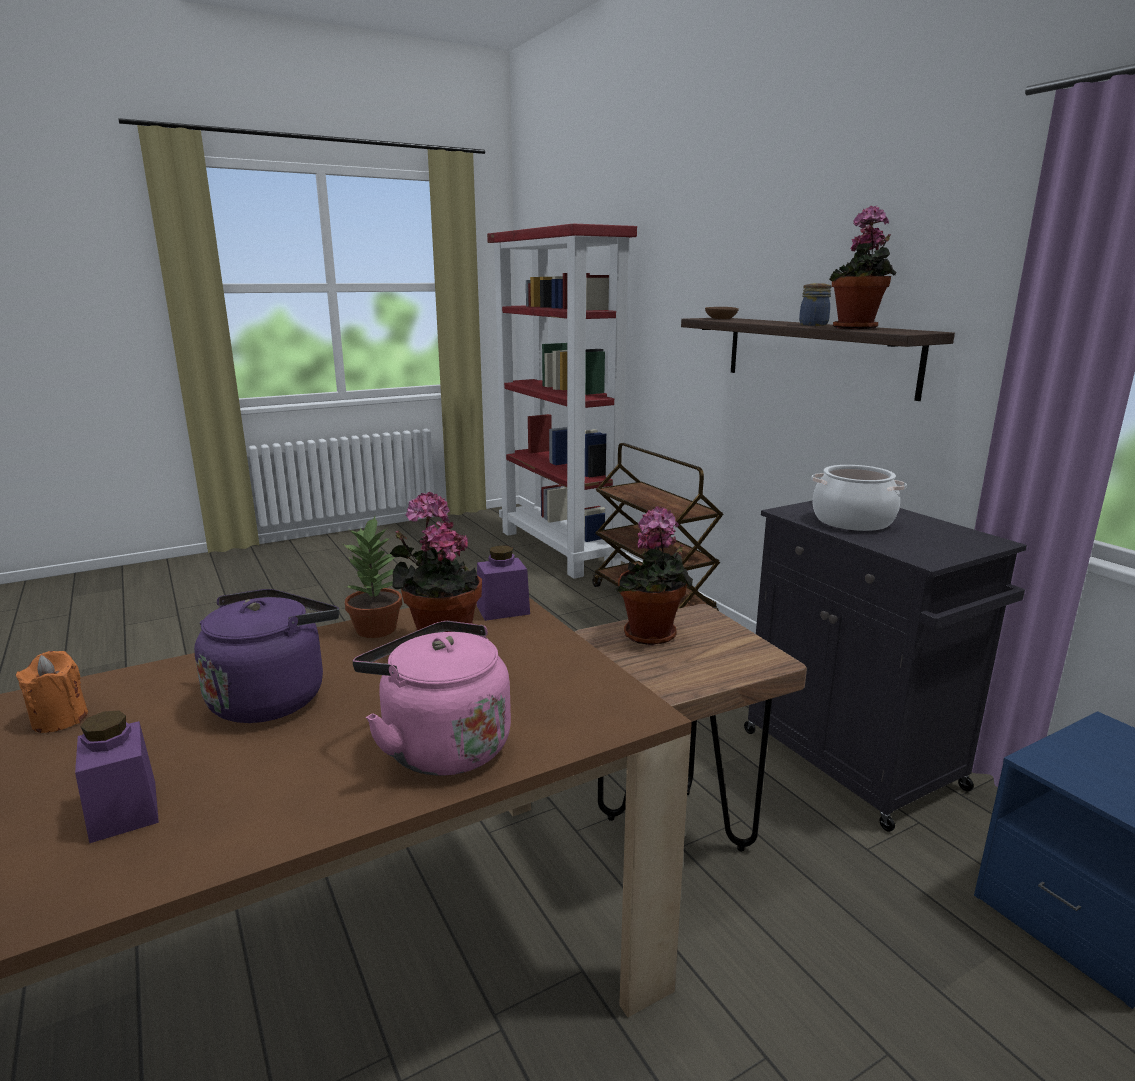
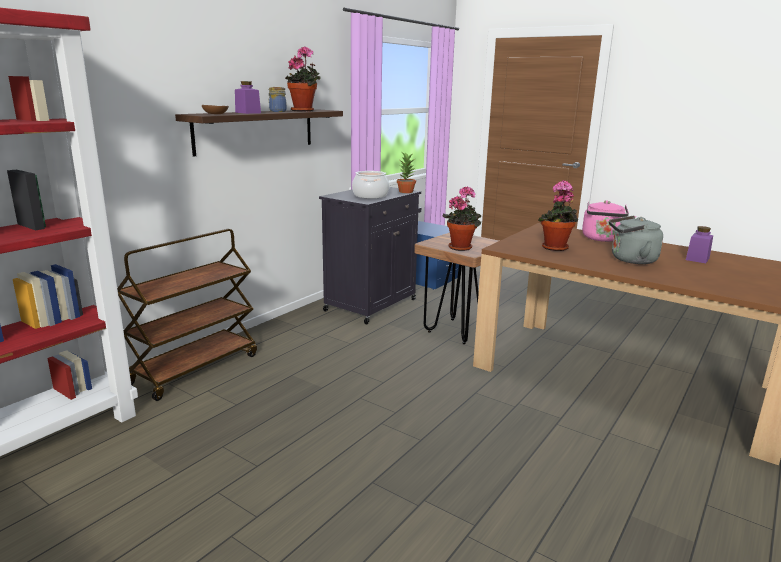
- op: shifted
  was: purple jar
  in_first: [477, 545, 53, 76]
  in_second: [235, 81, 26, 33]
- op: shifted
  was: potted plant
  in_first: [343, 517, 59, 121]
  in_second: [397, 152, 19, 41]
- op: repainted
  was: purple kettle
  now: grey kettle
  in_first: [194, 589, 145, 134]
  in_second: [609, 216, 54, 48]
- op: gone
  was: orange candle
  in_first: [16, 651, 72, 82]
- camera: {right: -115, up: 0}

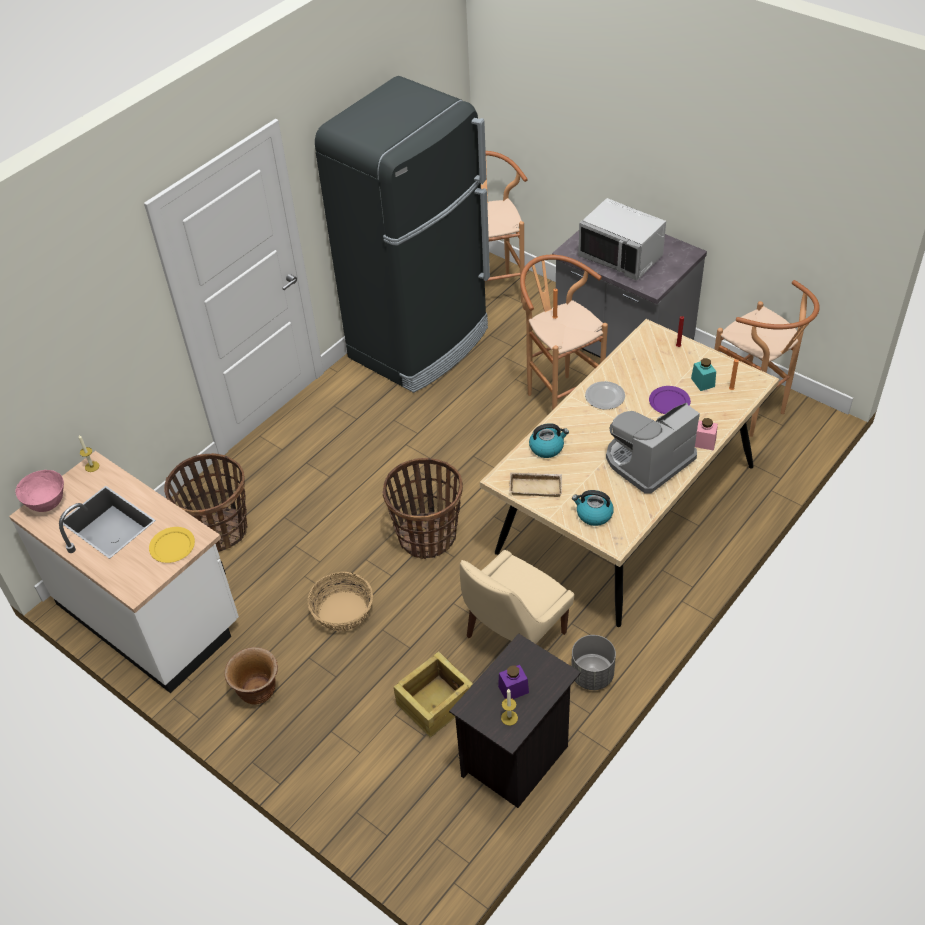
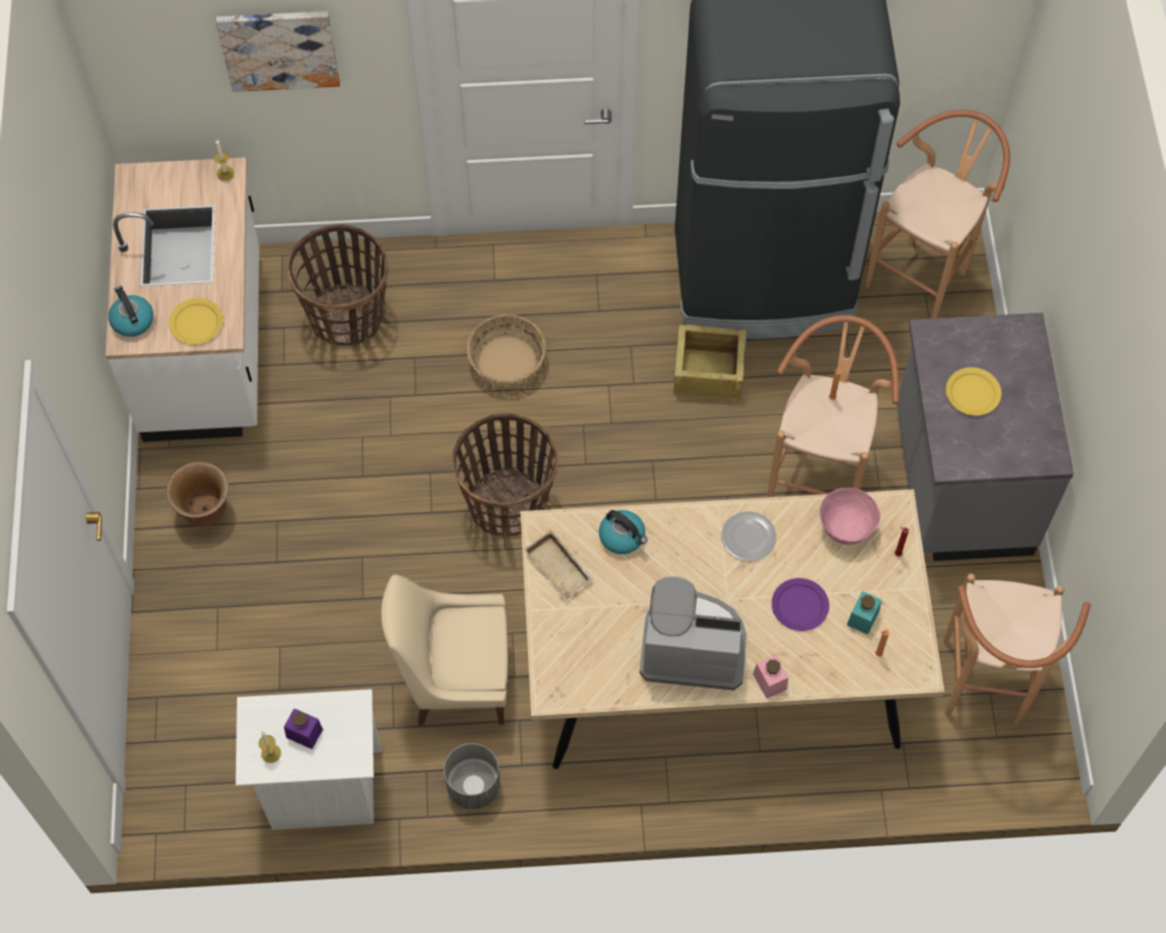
- op: shifted
  was: kettle
  in_first: [572, 490, 42, 36]
  in_second: [108, 286, 45, 51]
- op: new
  now: picture
  in_second: [216, 11, 124, 81]
- op: repainted
  was: black nightstand
  now: white nightstand
  in_first: [449, 634, 132, 174]
  in_second: [236, 689, 145, 141]
- op: shifted
  was: basket
  in_first: [307, 572, 66, 60]
  in_second: [467, 314, 79, 73]
- op: shifted
  was: crate
  in_first: [394, 651, 79, 86]
  in_second: [673, 325, 74, 75]
- op: shifted
  was: pink bowl
  in_first: [16, 470, 48, 42]
  in_second: [820, 487, 60, 58]
- op: swapped
  was: grey microwave
  now: yellow plate
  in_first: [578, 198, 88, 83]
  in_second: [946, 367, 56, 49]
- camera: {right: 45, up: 15}

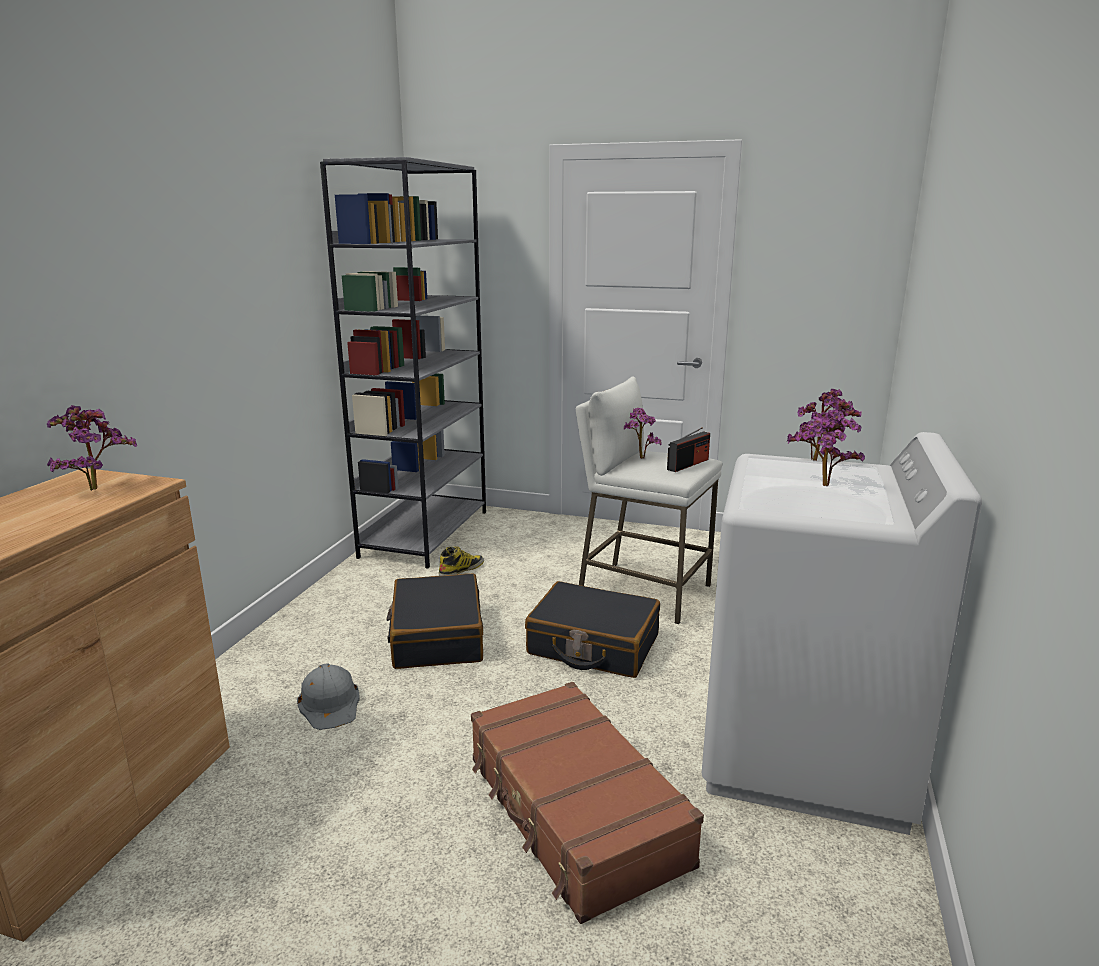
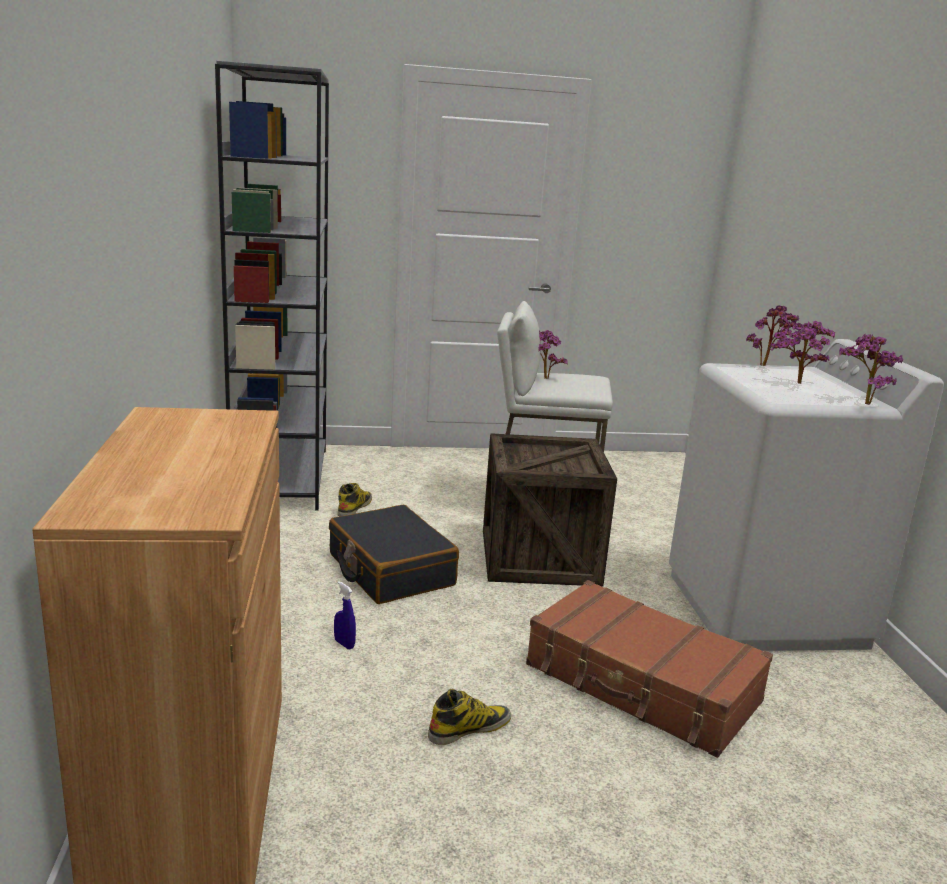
- op: swapped
  was: grey hard hat
  now: blue spray bottle
  in_first: [297, 663, 62, 67]
  in_second: [334, 581, 22, 68]
- op: new
  now: boot
  in_second: [428, 689, 83, 56]
- op: swapped
  was: black suitcase
  now: crate
  in_first: [525, 581, 135, 97]
  in_second: [483, 433, 134, 153]
- op: shifted
  was: potted plant
  in_first: [47, 405, 90, 86]
  in_second: [839, 334, 64, 71]
- op: gone
  was: radio
  in_first: [667, 427, 43, 45]
- camera: {right: -25, up: 0}

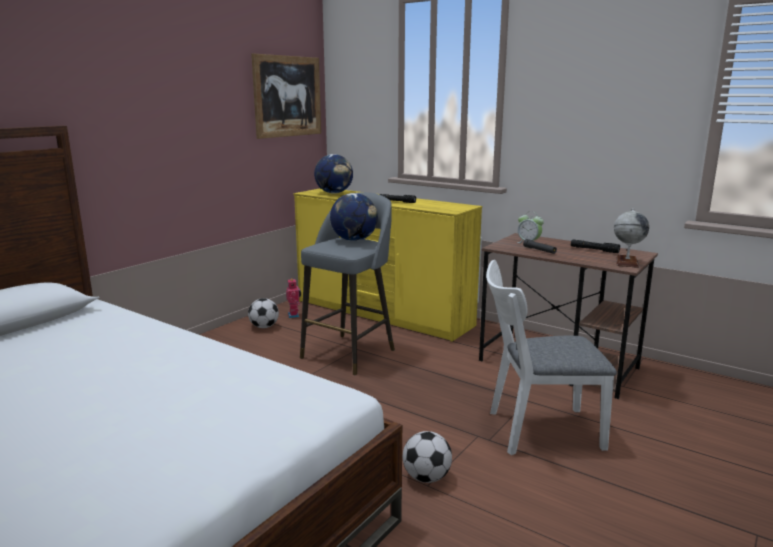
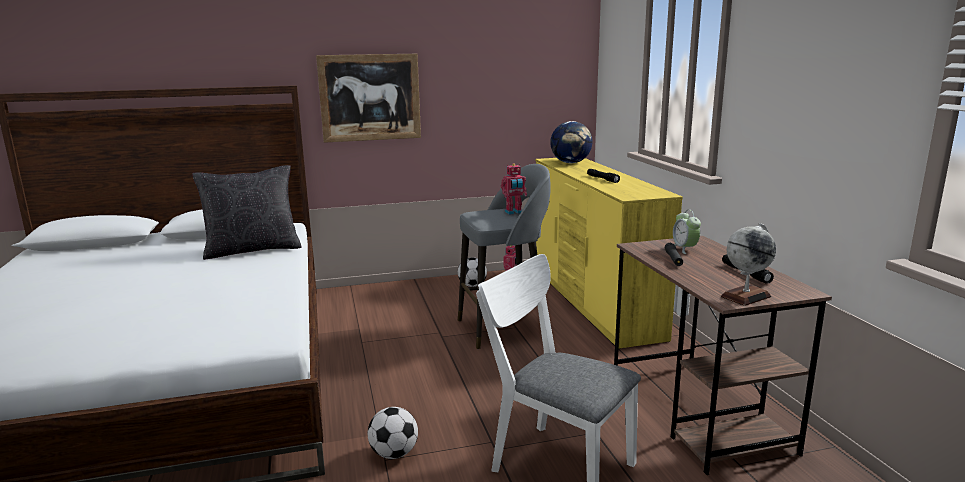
- op: new
  now: black pillow
  in_second: [192, 165, 110, 95]
- op: shifted
  was: picture
  in_first: [251, 54, 70, 85]
  in_second: [316, 54, 105, 89]
- op: swapped
  was: globe
  now: toy robot
  in_first: [330, 193, 48, 48]
  in_second: [501, 163, 26, 52]
- camera: {right: 40, up: 0}

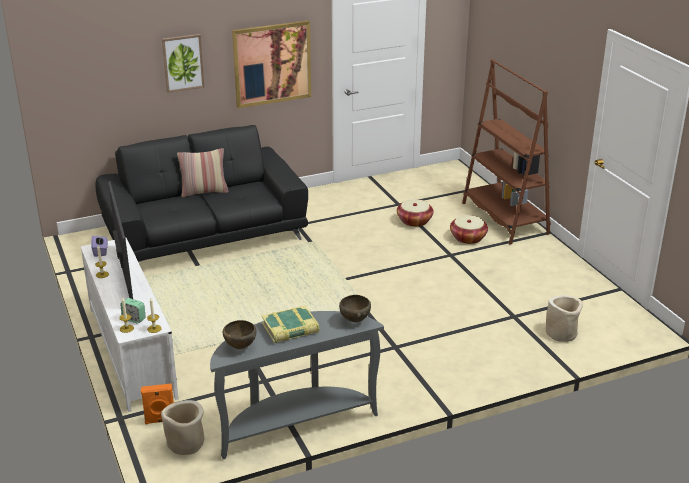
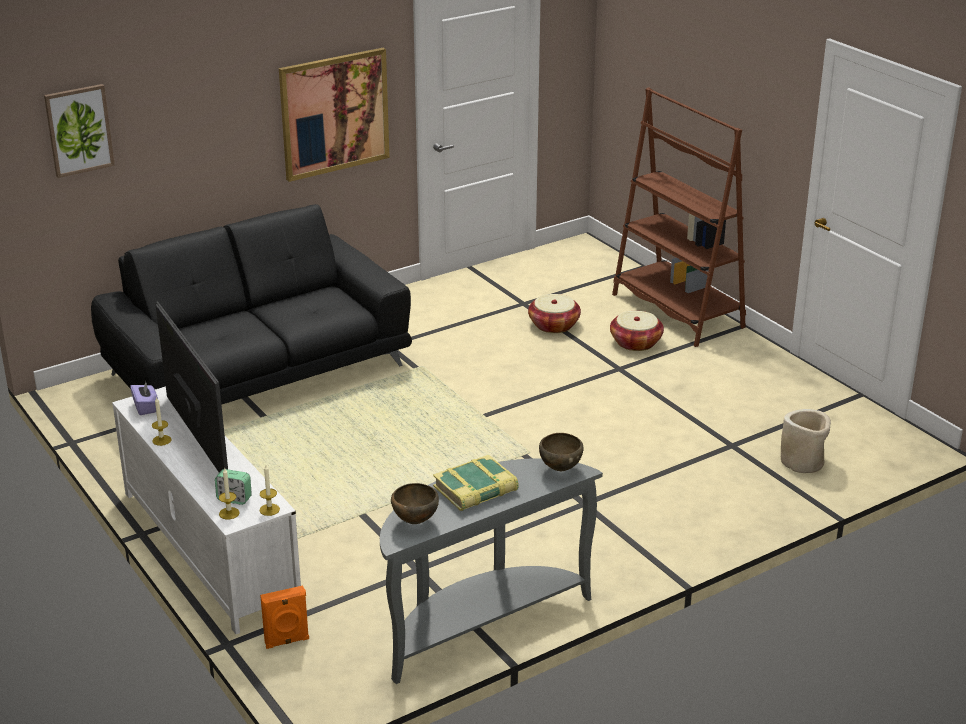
- op: shifted
  was: picture
  in_first: [162, 34, 43, 59]
  in_second: [44, 84, 71, 94]
- op: gone
  was: beige planter
  in_first: [161, 400, 43, 55]
- op: gone
  was: pillow
  in_first: [177, 148, 51, 49]
- camera: {right: -10, up: 0}

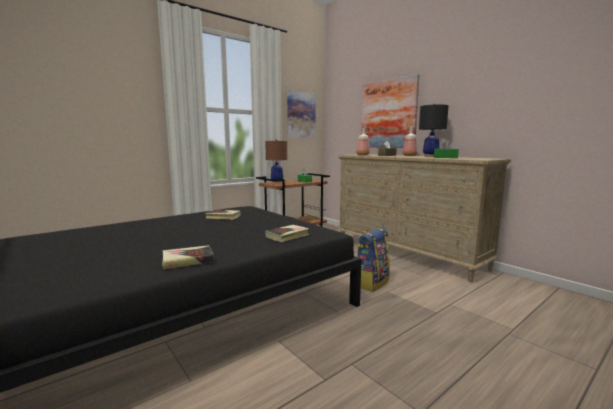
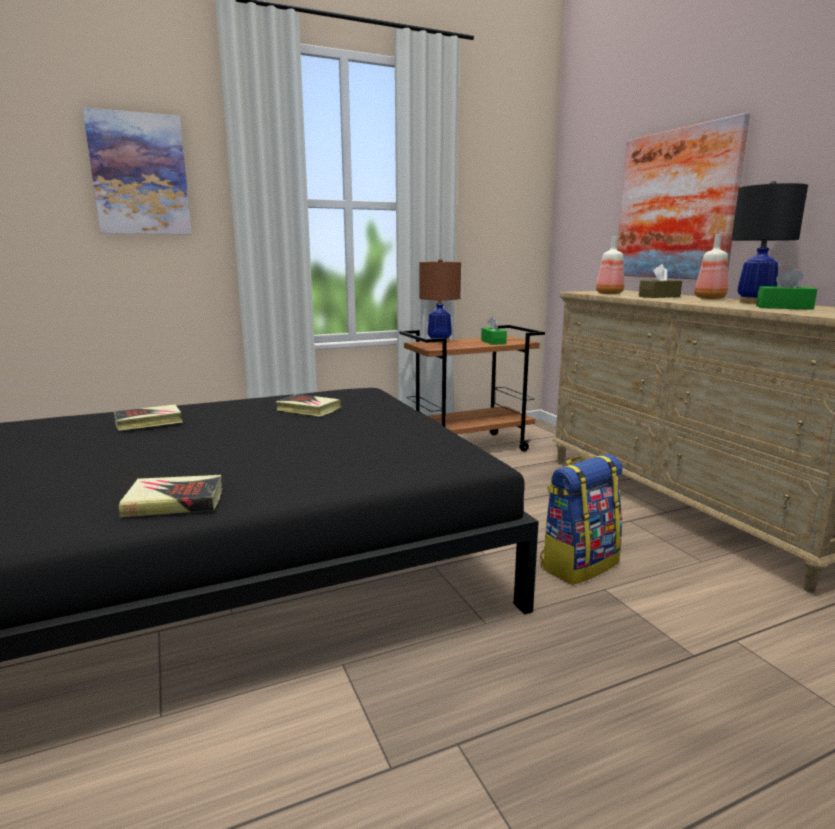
- op: shifted
  was: picture
  in_first: [287, 90, 29, 48]
  in_second: [83, 107, 109, 128]
- op: shifted
  was: book
  in_first: [265, 225, 44, 17]
  in_second: [114, 404, 68, 27]
- camera: {right: 15, up: 5}

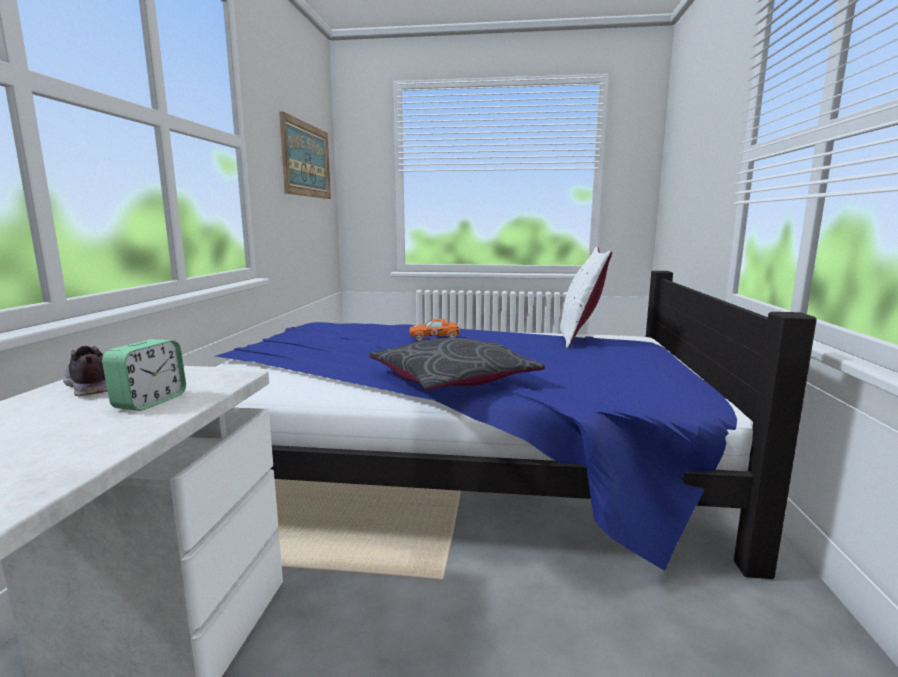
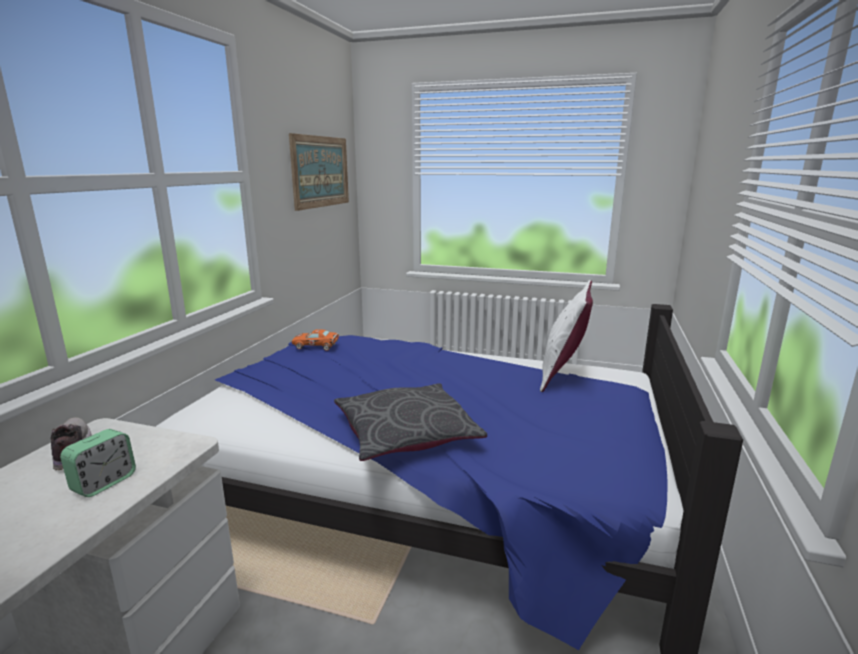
- op: shifted
  was: orange toy car
  in_first: [410, 319, 50, 22]
  in_second: [292, 330, 47, 21]
- camera: {right: 10, up: 5}

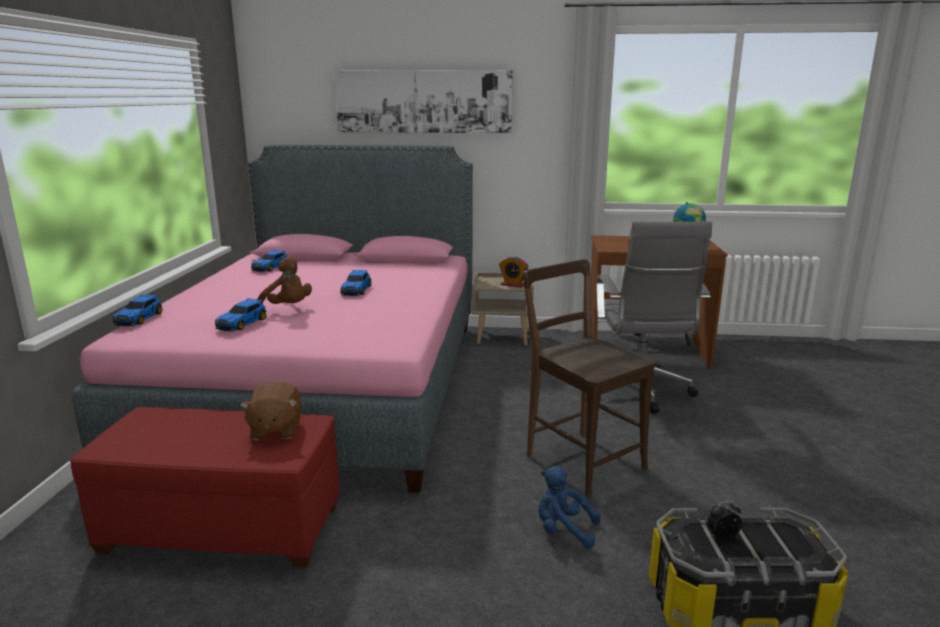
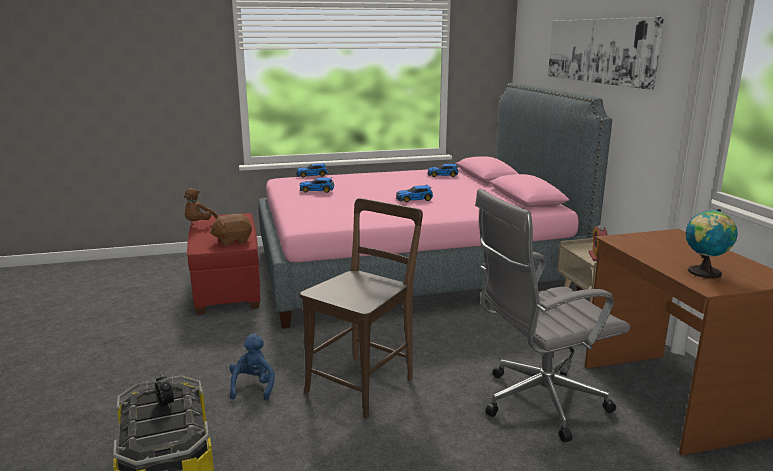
- op: shifted
  was: brown plush toy
  in_first: [257, 257, 55, 47]
  in_second: [184, 188, 34, 33]
- camera: {right: 70, up: 0}

